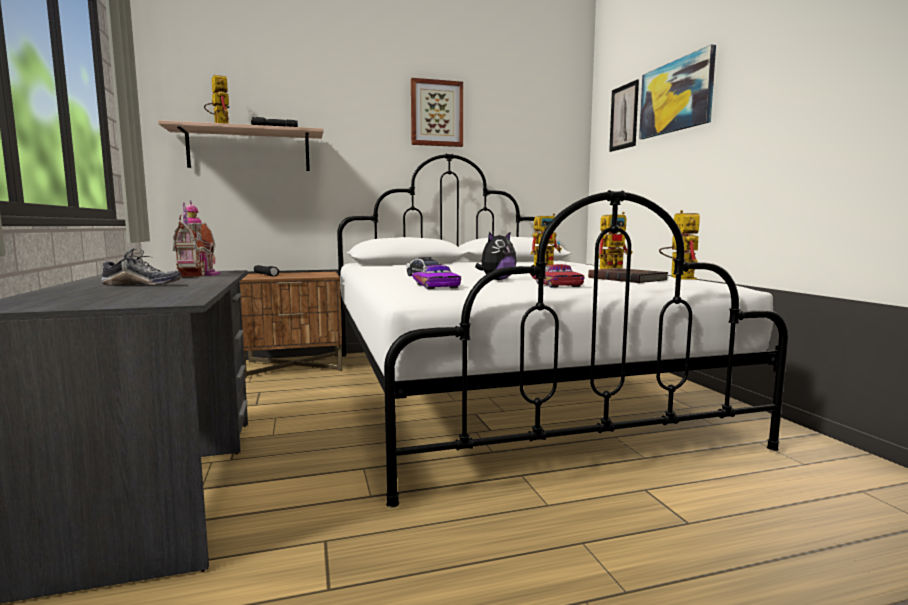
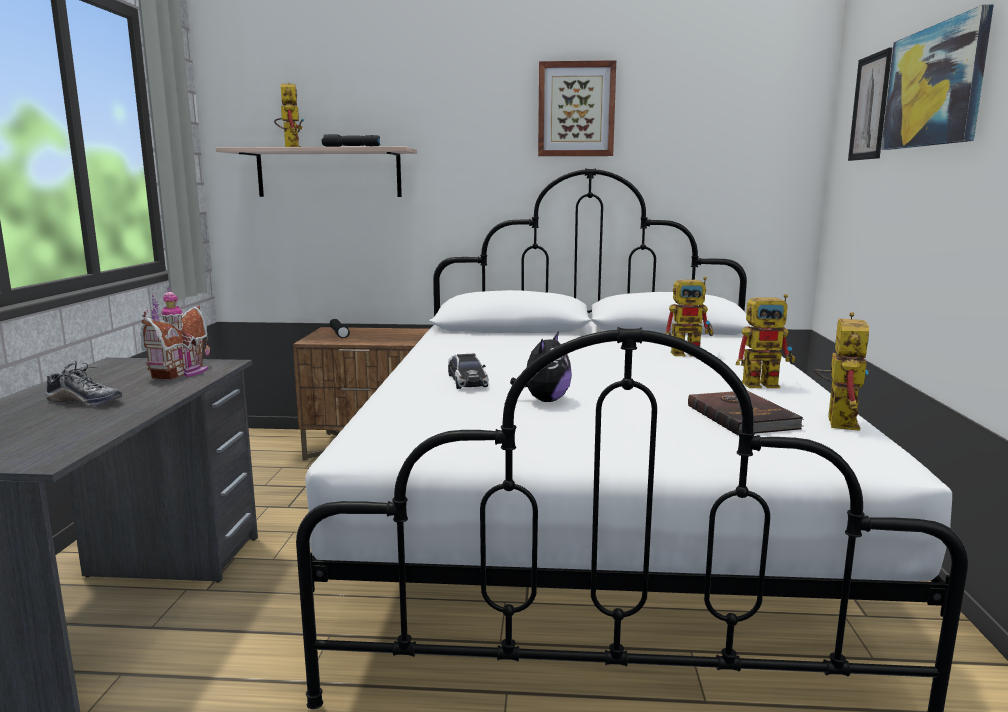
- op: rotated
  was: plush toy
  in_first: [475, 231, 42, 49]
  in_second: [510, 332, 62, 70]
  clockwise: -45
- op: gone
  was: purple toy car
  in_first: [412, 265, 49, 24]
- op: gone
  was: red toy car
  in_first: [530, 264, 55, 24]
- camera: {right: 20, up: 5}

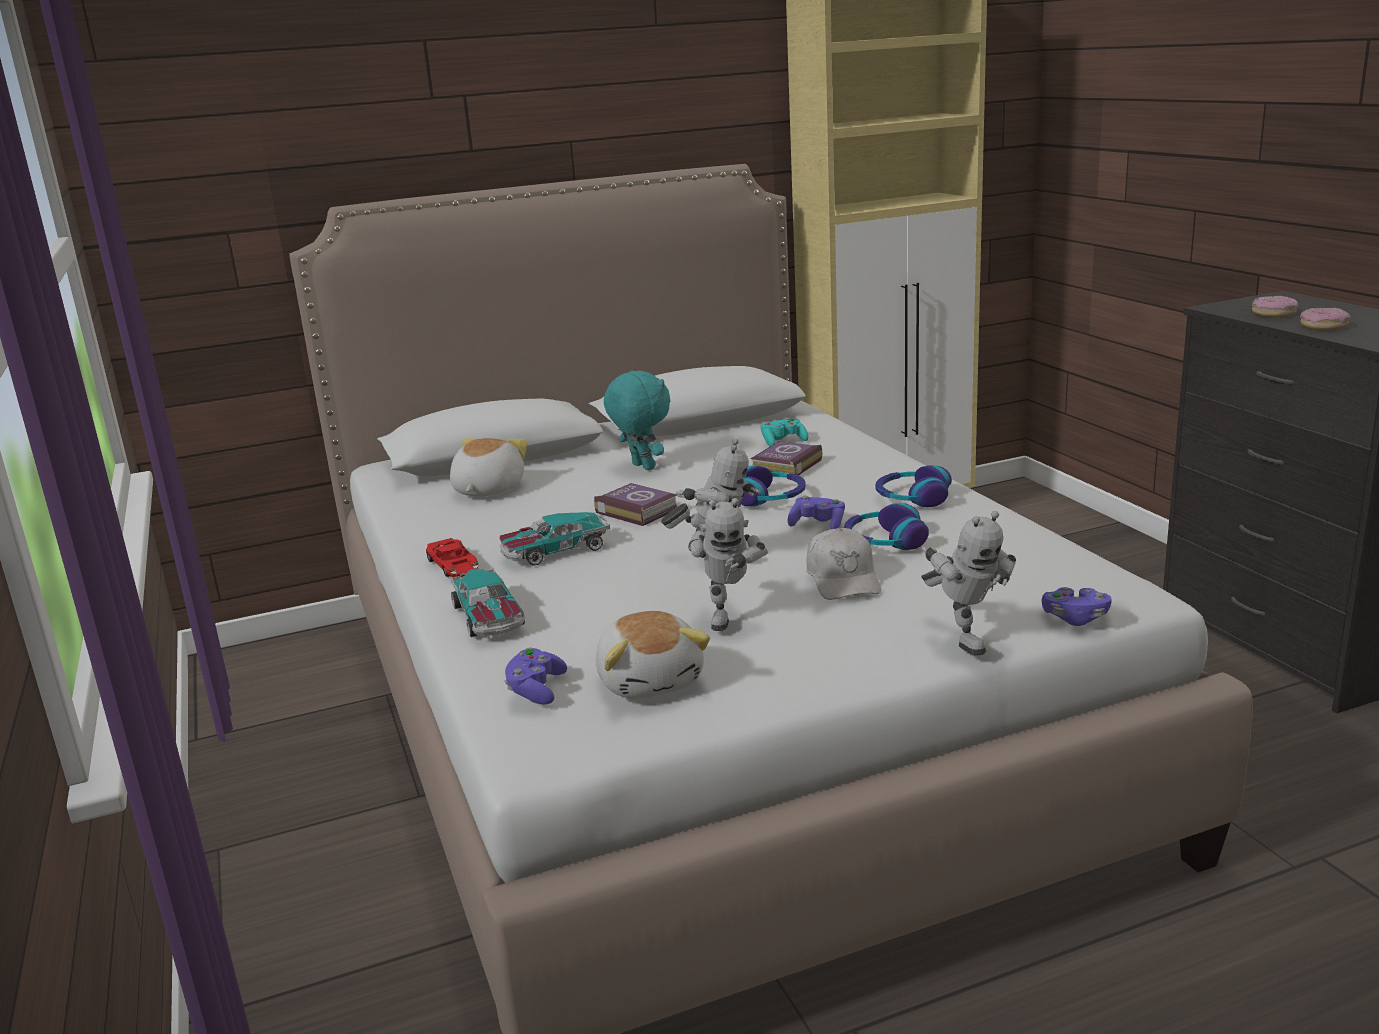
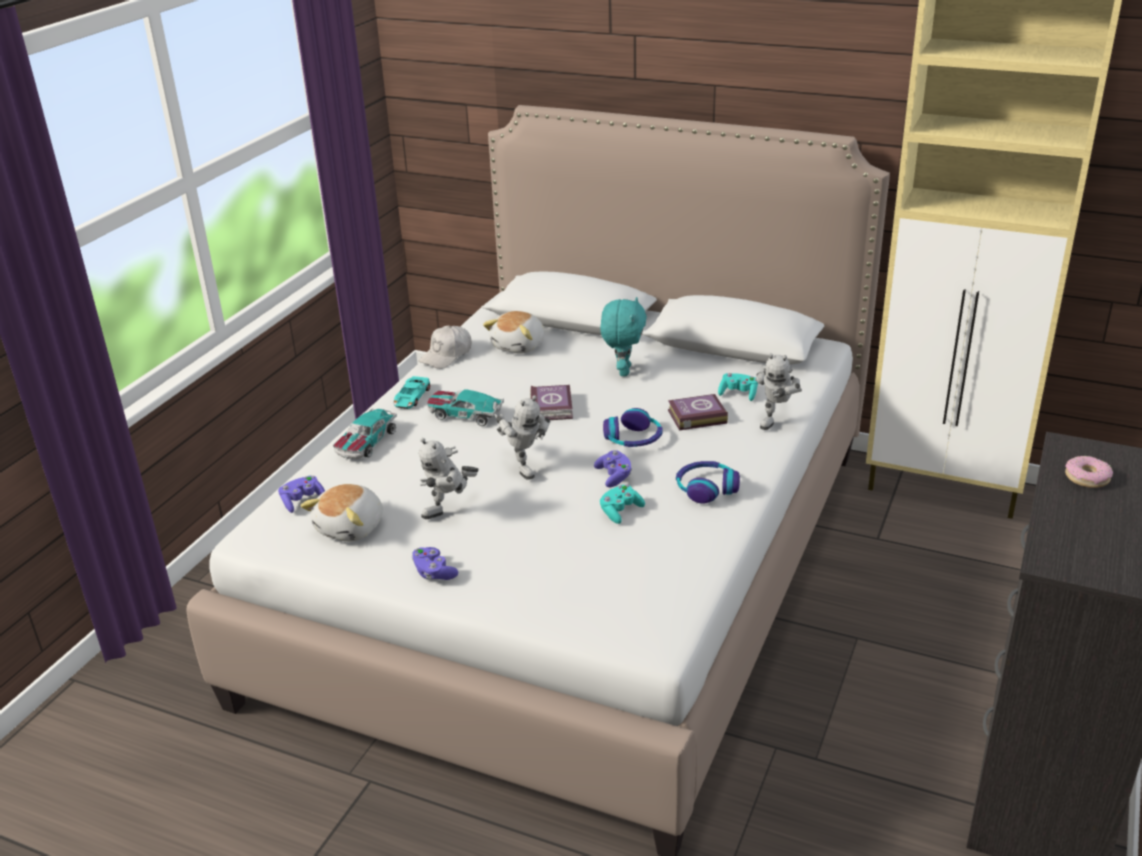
- op: repainted
  was: red toy car
  now: turquoise toy car
  in_first: [426, 538, 52, 39]
  in_second: [394, 376, 36, 33]
- op: shifted
  was: purple game controller
  in_first: [1042, 587, 70, 39]
  in_second: [412, 547, 46, 33]
- op: shifted
  was: white cap
  in_first: [806, 528, 75, 72]
  in_second: [419, 326, 53, 43]
- op: rotated
  was: plush toy
  in_first: [450, 438, 77, 59]
  in_second: [483, 311, 61, 43]
  clockwise: 150
- op: swapped
  was: headphones
  now: turquoise game controller
  in_first: [844, 503, 85, 47]
  in_second: [600, 485, 45, 39]
- op: shifted
  was: toy robot
  in_first: [921, 511, 95, 144]
  in_second: [756, 353, 46, 77]
- op: gone
  was: donut
  in_first: [1300, 308, 50, 22]
- camera: {right: 45, up: 10}

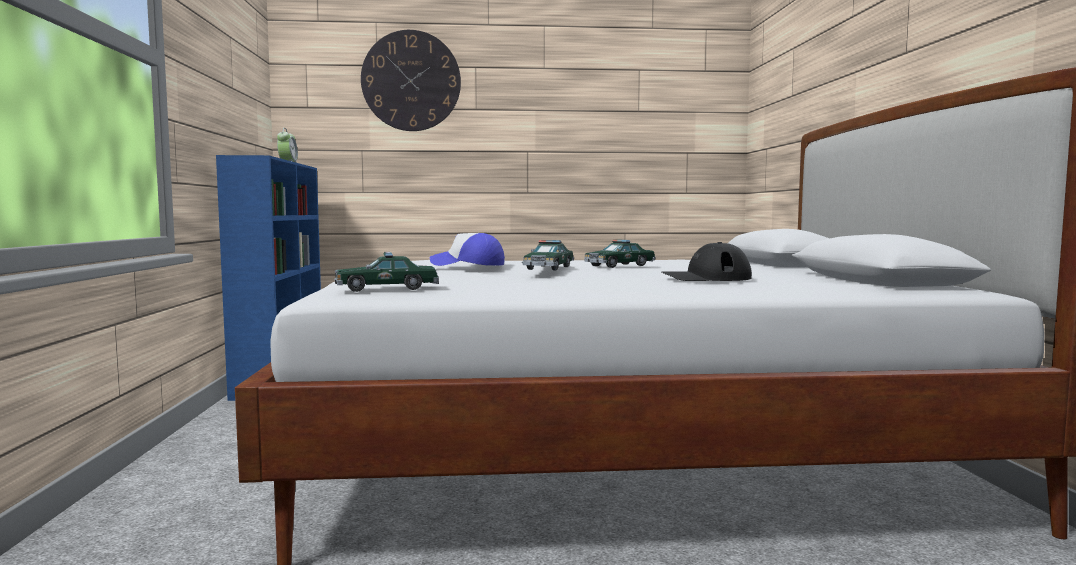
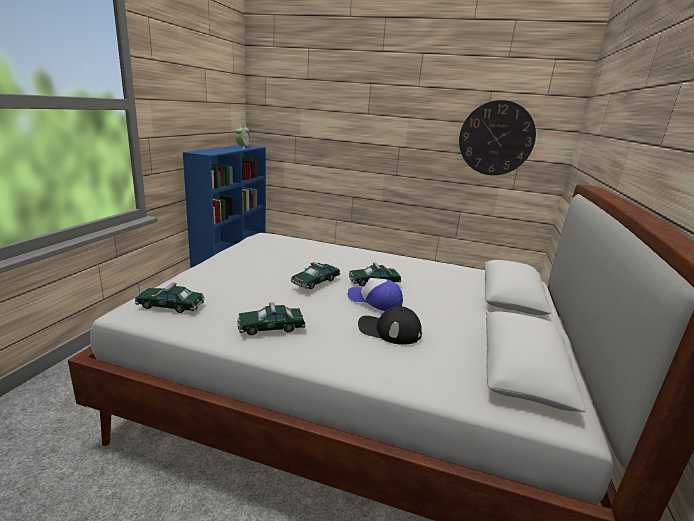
- op: new
  now: toy car
  in_second: [237, 302, 69, 33]
- op: shifted
  was: cap
  in_first: [430, 233, 75, 33]
  in_second: [347, 278, 56, 33]
- op: shifted
  was: wall clock
  in_first: [361, 30, 100, 101]
  in_second: [459, 100, 77, 75]
- camera: {right: 20, up: 15}

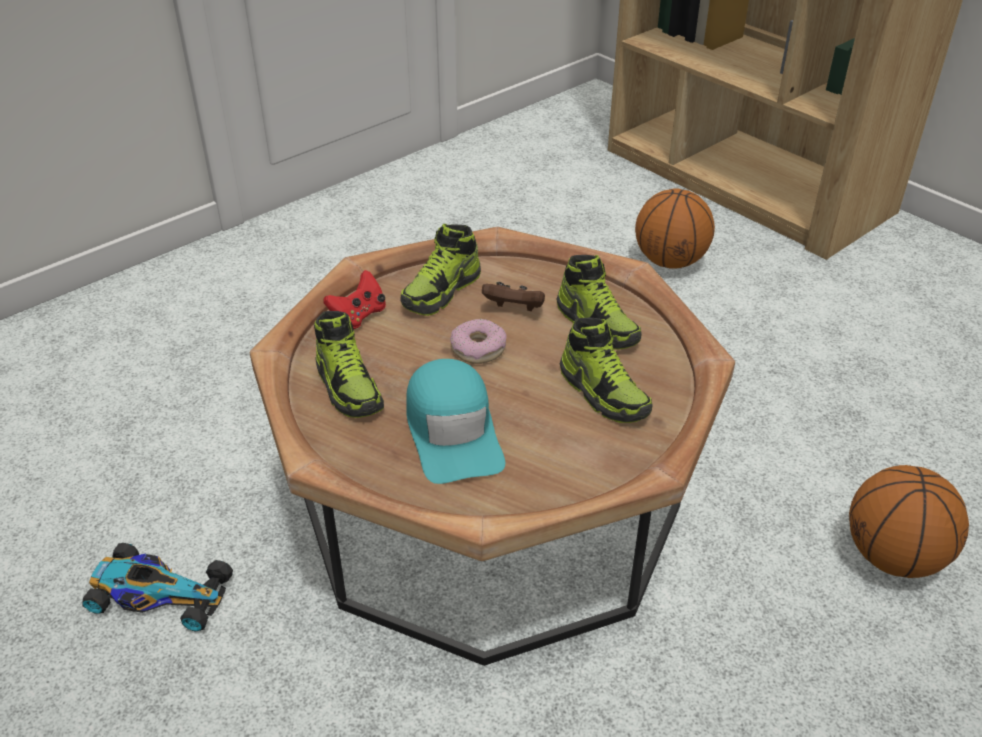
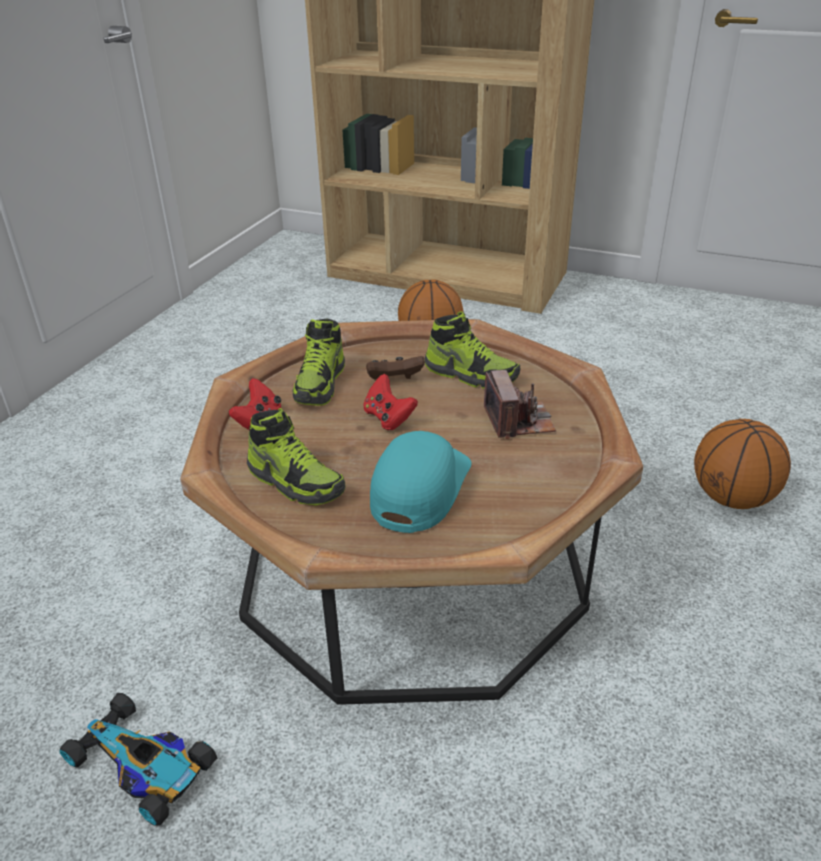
- op: rotated
  was: toy car
  in_first: [82, 543, 151, 89]
  in_second: [59, 693, 158, 132]
  clockwise: -135
- op: swapped
  was: donut
  now: red game controller
  in_first: [450, 319, 57, 45]
  in_second: [363, 374, 55, 56]
- op: rotated
  was: turquoise cap
  in_first: [406, 359, 99, 125]
  in_second: [370, 431, 101, 102]
  clockwise: -120
- op: swapped
  was: shoe
  now: photo camera
  in_first: [560, 318, 92, 105]
  in_second: [484, 370, 72, 69]
- camera: {right: -25, up: -5}

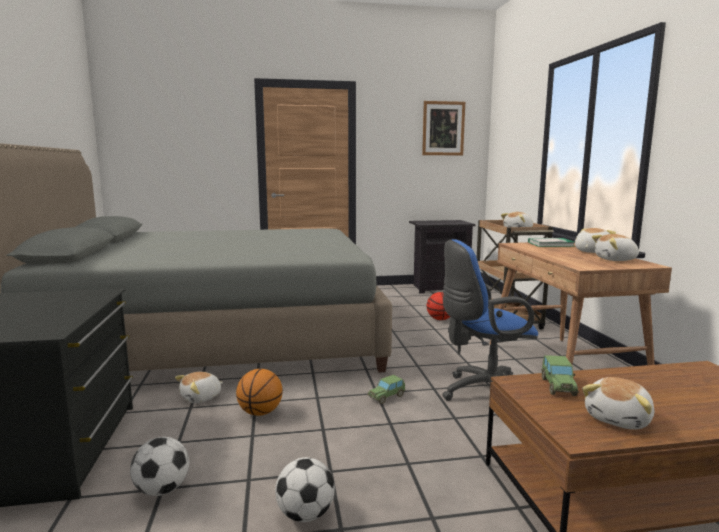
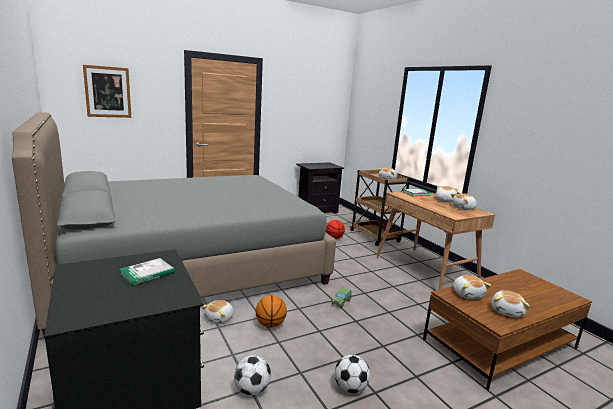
- op: shifted
  was: picture
  in_first: [422, 101, 43, 54]
  in_second: [83, 65, 48, 53]
- op: new
  now: book
  in_second: [119, 258, 56, 28]
- op: swapped
  was: toy car
  now: plush toy
  in_first: [541, 355, 38, 41]
  in_second: [453, 275, 39, 24]
- op: gone
  was: blue office chair
  in_first: [442, 239, 96, 178]
- camera: {right: -20, up: 5}

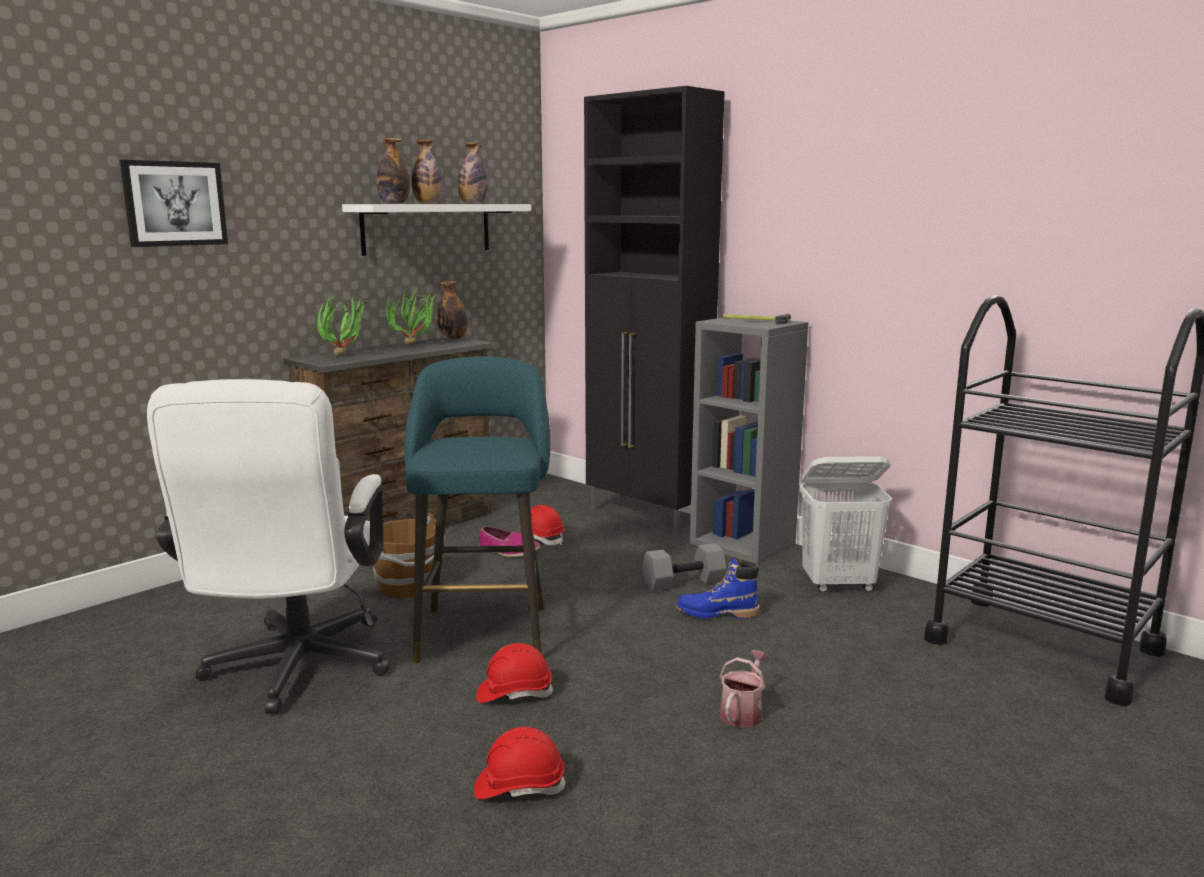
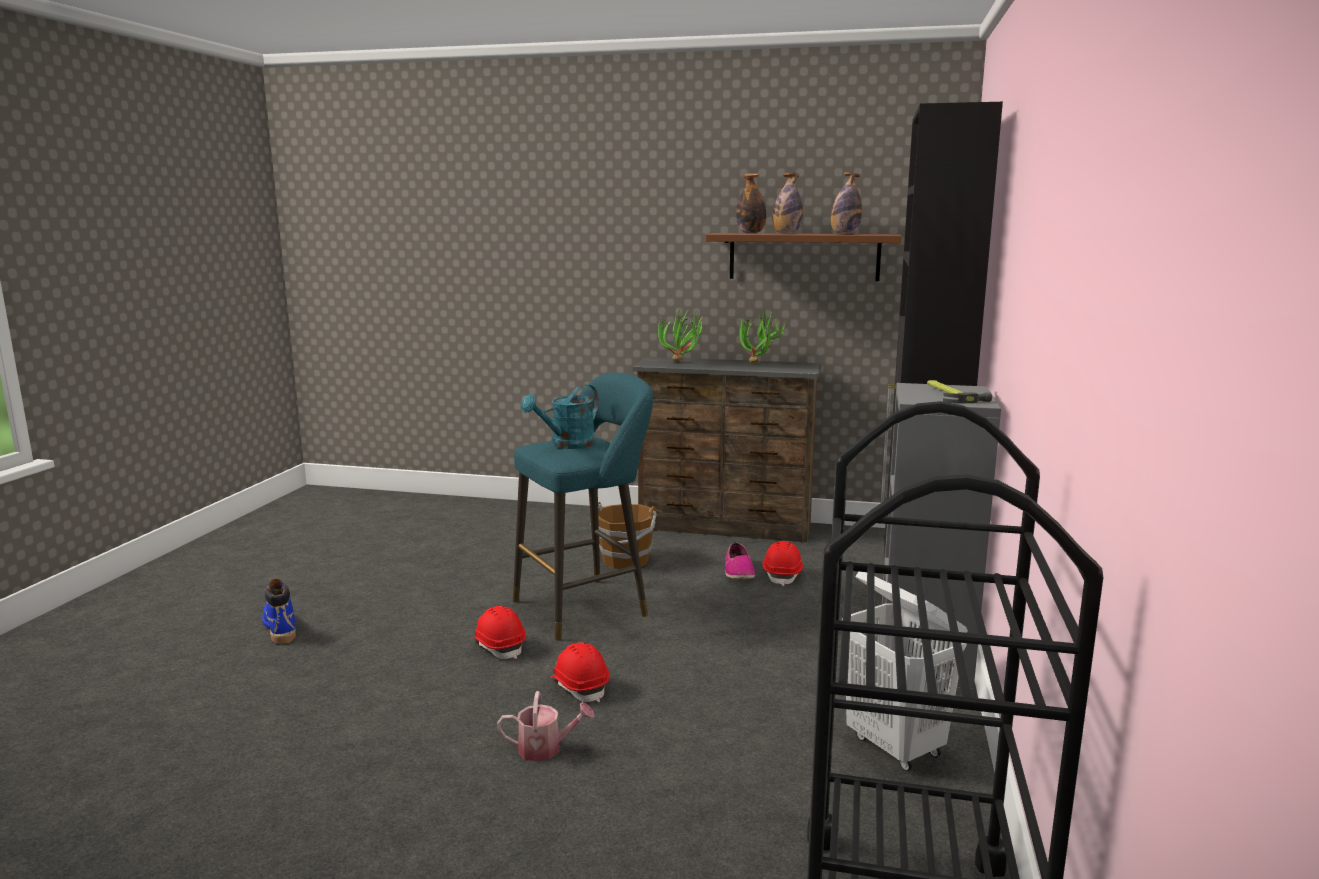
- op: shifted
  was: blue boot
  in_first: [676, 556, 84, 63]
  in_second: [262, 579, 34, 65]
- op: new
  now: turquoise watering can
  in_second: [521, 384, 78, 65]
- op: shifted
  was: red hard hat
  in_first: [474, 727, 92, 72]
  in_second: [551, 642, 59, 60]
- op: repainted
  was: white shelf
  now: brown shelf
  in_first: [342, 204, 189, 52]
  in_second: [706, 233, 196, 48]
- op: gone
  was: picture
  in_first: [120, 160, 108, 87]
- op: gone
  was: white office chair
  in_first: [147, 379, 243, 335]
- op: gone
  was: bottle
  in_first: [437, 280, 31, 60]
- op: gone
  was: grey dumbbell
  in_first: [642, 543, 85, 48]
- camera: {right: 60, up: 0}

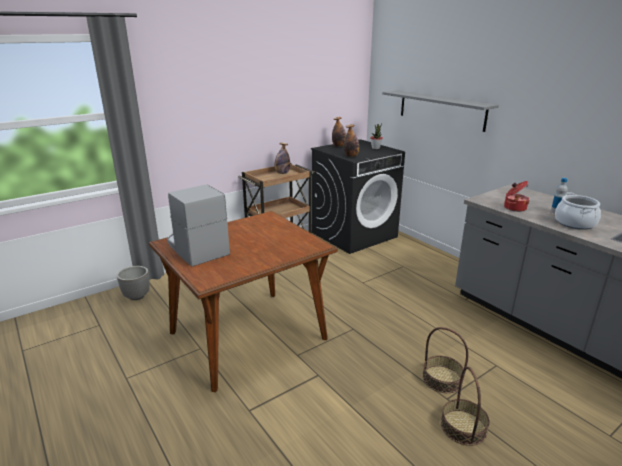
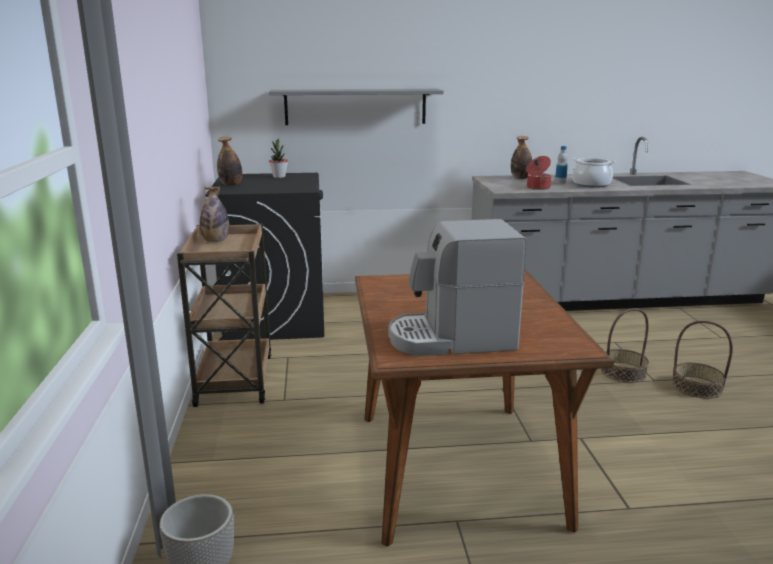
- op: shifted
  was: bottle
  in_first: [344, 124, 15, 33]
  in_second: [511, 136, 21, 43]
- camera: {right: -60, up: -5}

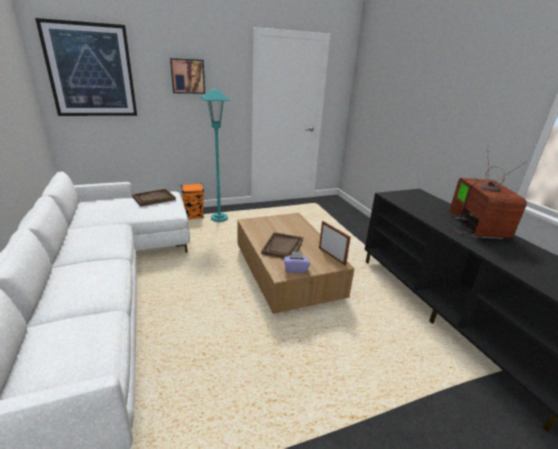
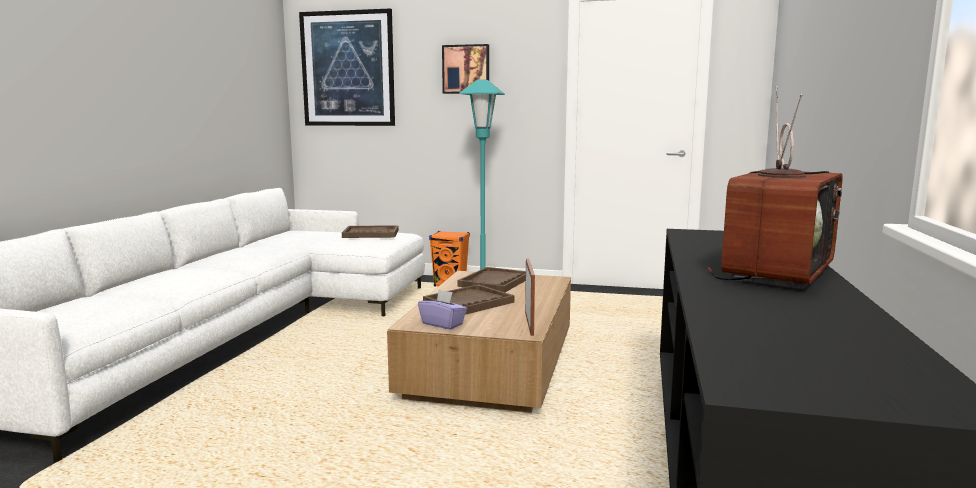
- op: new
  now: brown tray
  in_second: [457, 267, 69, 25]
- camera: {right: 35, up: -15}

